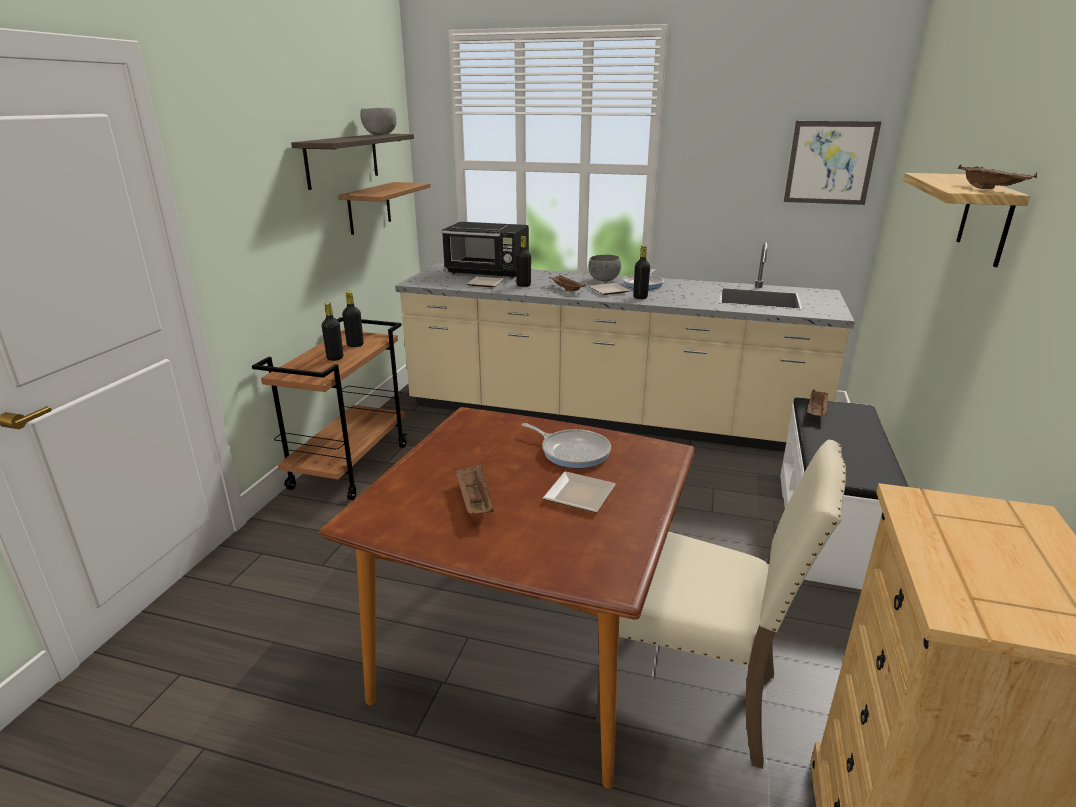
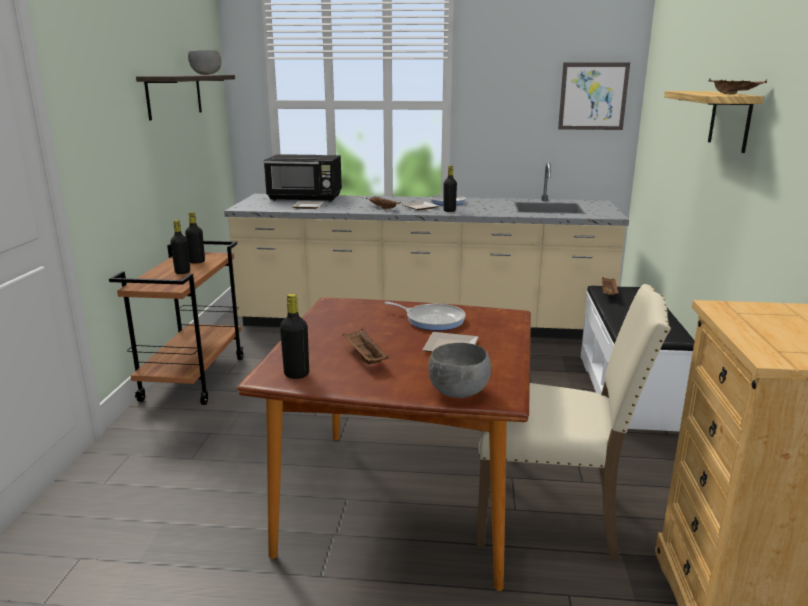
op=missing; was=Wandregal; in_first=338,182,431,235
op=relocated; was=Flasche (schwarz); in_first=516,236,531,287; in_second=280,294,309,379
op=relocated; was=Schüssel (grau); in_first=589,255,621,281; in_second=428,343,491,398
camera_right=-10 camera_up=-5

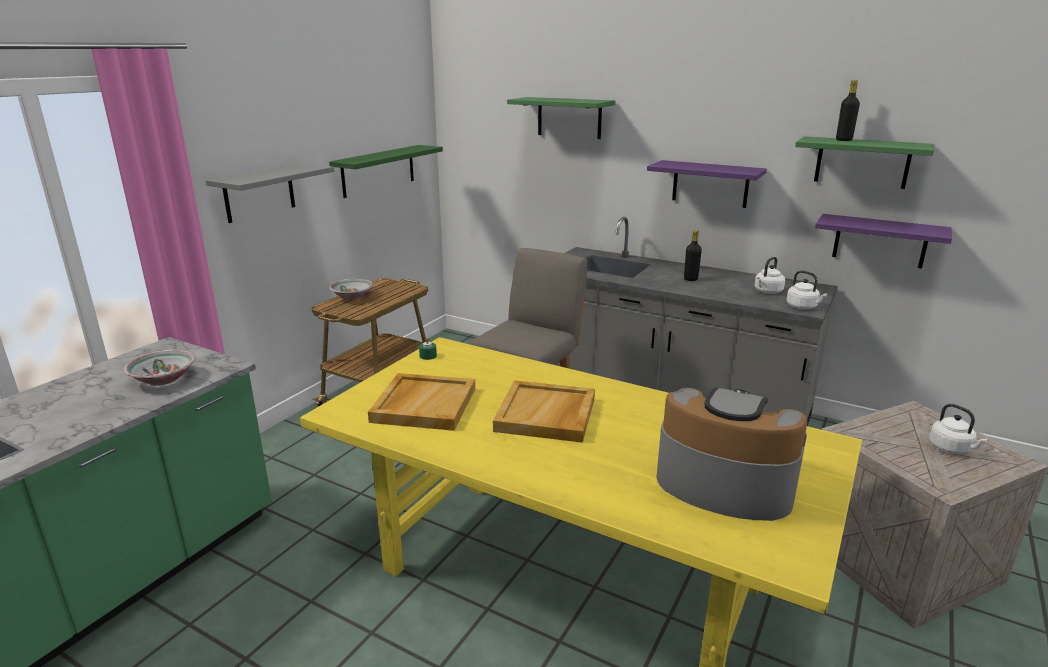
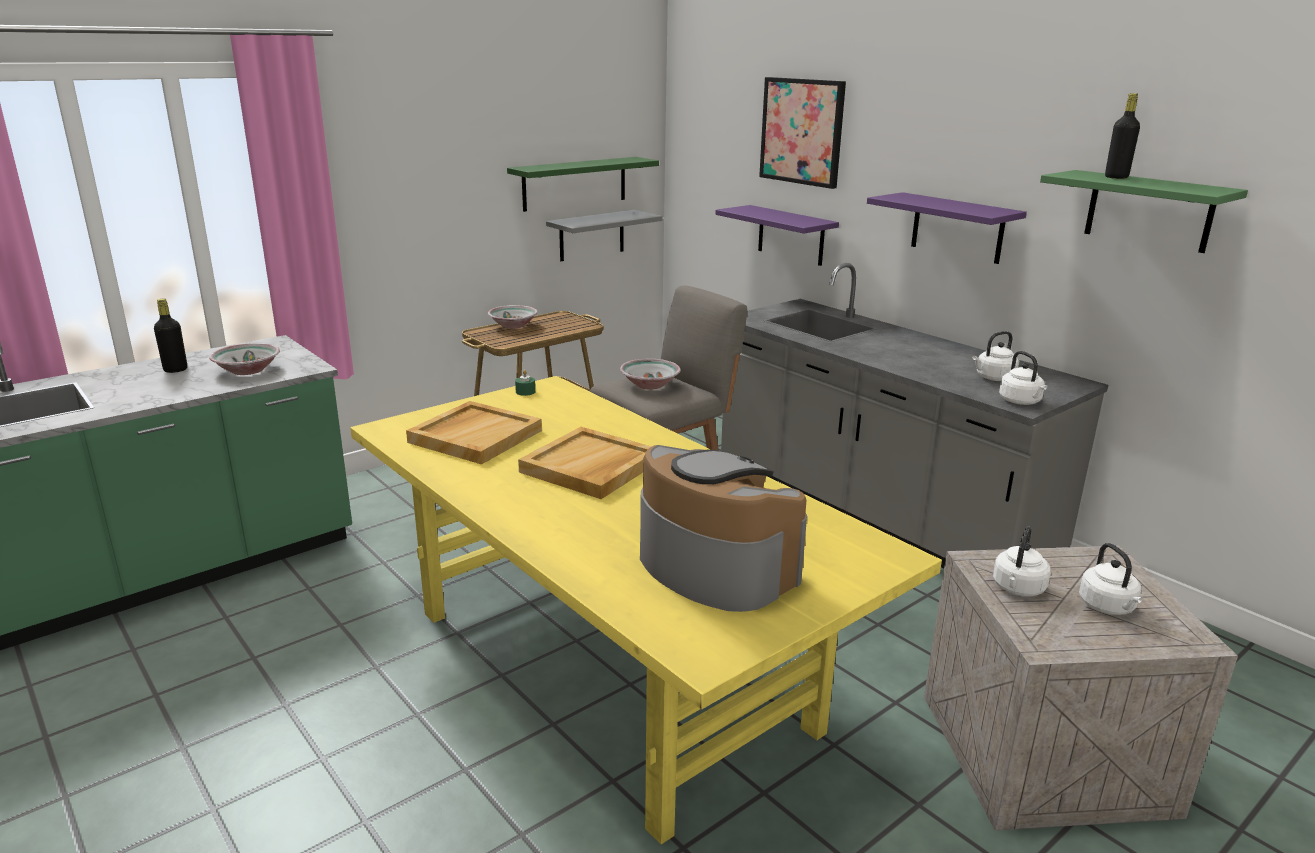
op=appeared; now=Schüssel; in_second=620,359,681,390
op=appeared; now=Wasserkessel (weiß); in_second=993,527,1051,597
op=relocated; was=Wandregal (grau); in_first=206,163,334,223; in_second=546,210,663,261
op=relocated; was=Flasche (schwarz); in_first=684,230,702,281; in_second=154,299,187,373
op=relocated; was=Wandregal (lila); in_first=815,214,952,268; in_second=715,205,839,266
op=exchanged; was=Wandregal (grün); now=Bild; in_first=507,97,615,139; in_second=759,77,846,189
camera_right=20 camera_up=0

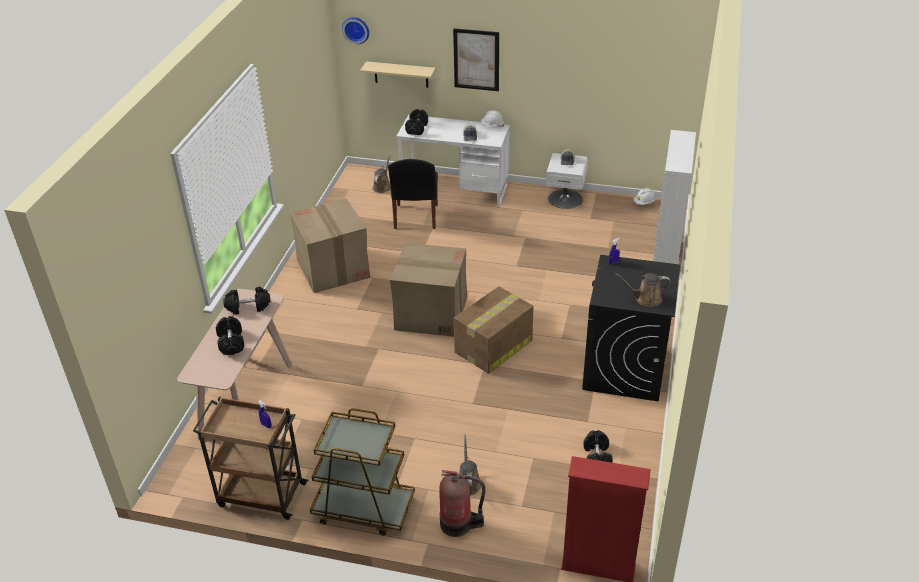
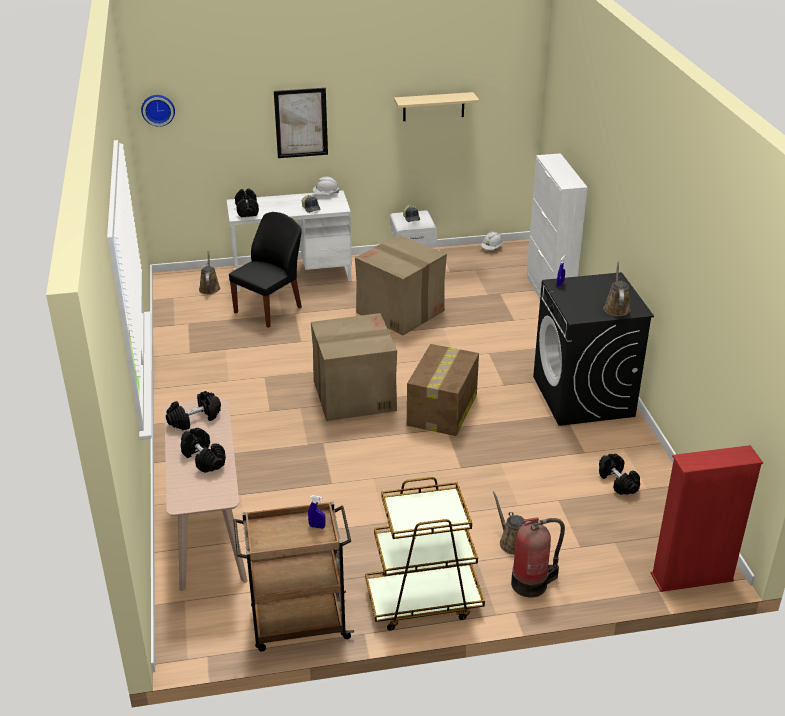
op=relocated; was=Karton; in_first=290,198,370,293; in_second=355,235,447,336
op=relocated; was=Wandregal (beige); in_first=360,61,436,88; in_second=394,92,479,121
op=spun; was=Stuhl (schwarz); in_first=388,159,438,229; in_second=229,212,302,328; clockwise=-120
op=spun; was=Gießkanne (braun); in_first=615,273,671,307; in_second=603,261,631,316; clockwise=120
camera_right=-25 camera_up=-5

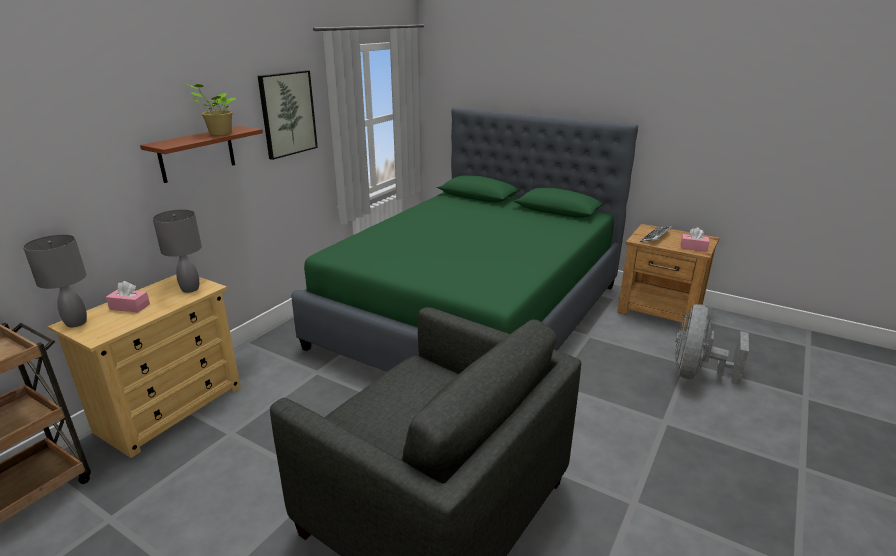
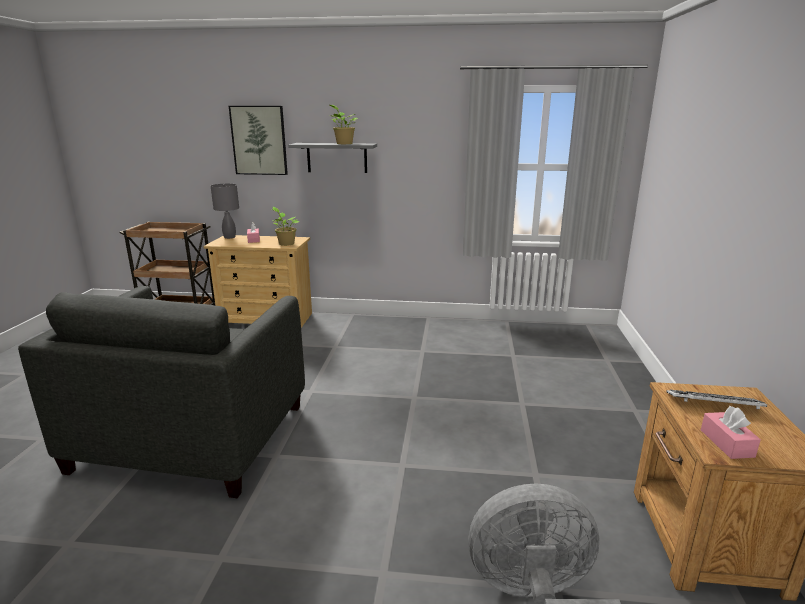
op=missing; was=Bett (grün); in_first=291,107,638,372
op=relocated; was=Bild; in_first=258,70,318,160; in_second=229,106,288,175
op=exchanged; was=Tischlampe (grau); now=Topfpflanze; in_first=153,209,202,293; in_second=271,207,300,246
op=colour; was=Wandregal (braun); now=Wandregal (grau); in_first=140,126,263,183; in_second=288,143,377,173
camera_right=65 camera_up=-5

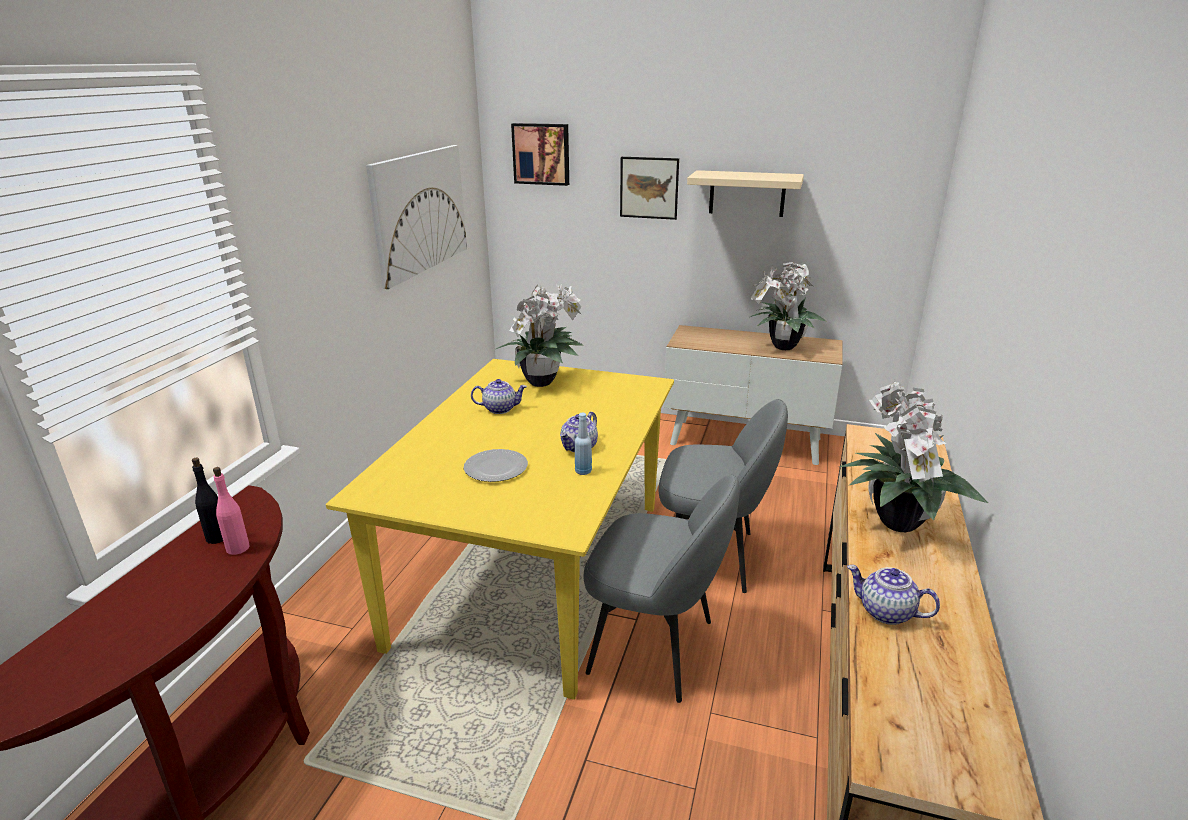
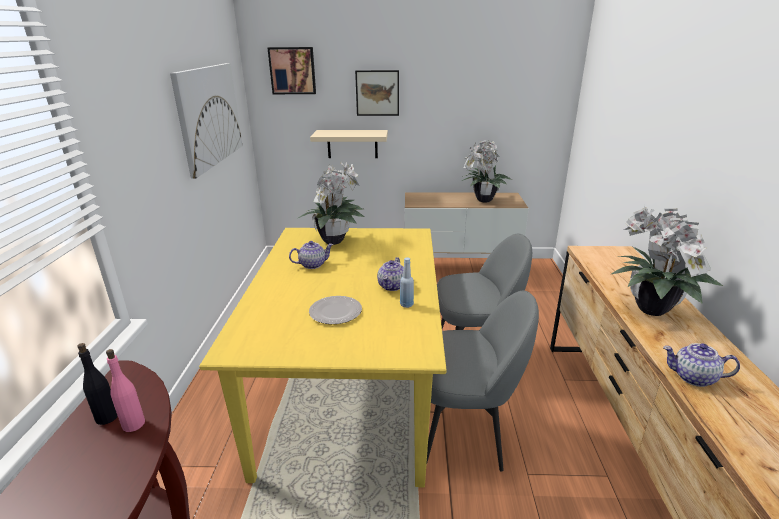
op=relocated; was=Wandregal (beige); in_first=687,170,804,217; in_second=310,130,388,158
camera_right=-15 camera_up=0

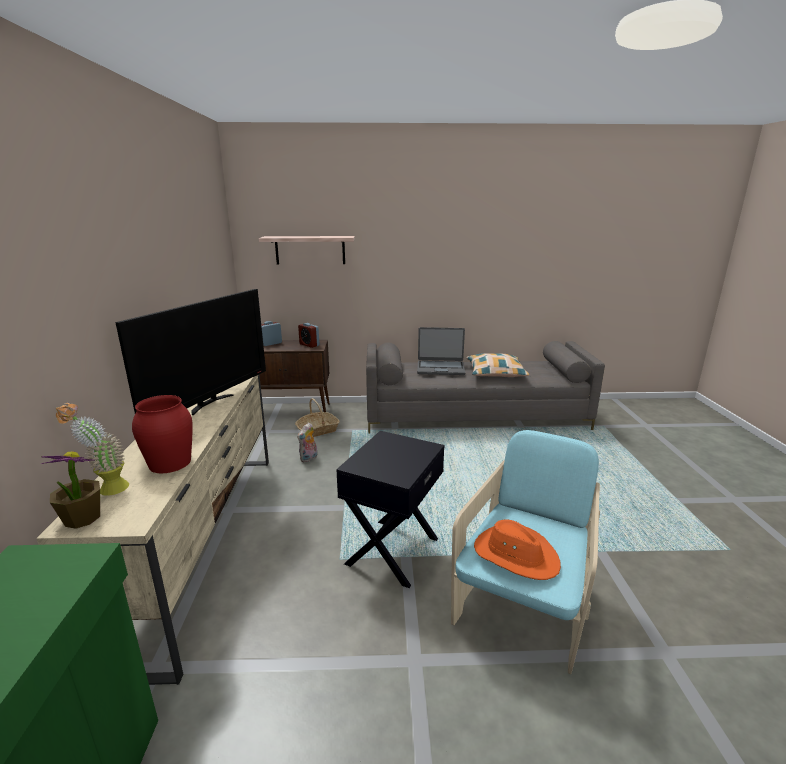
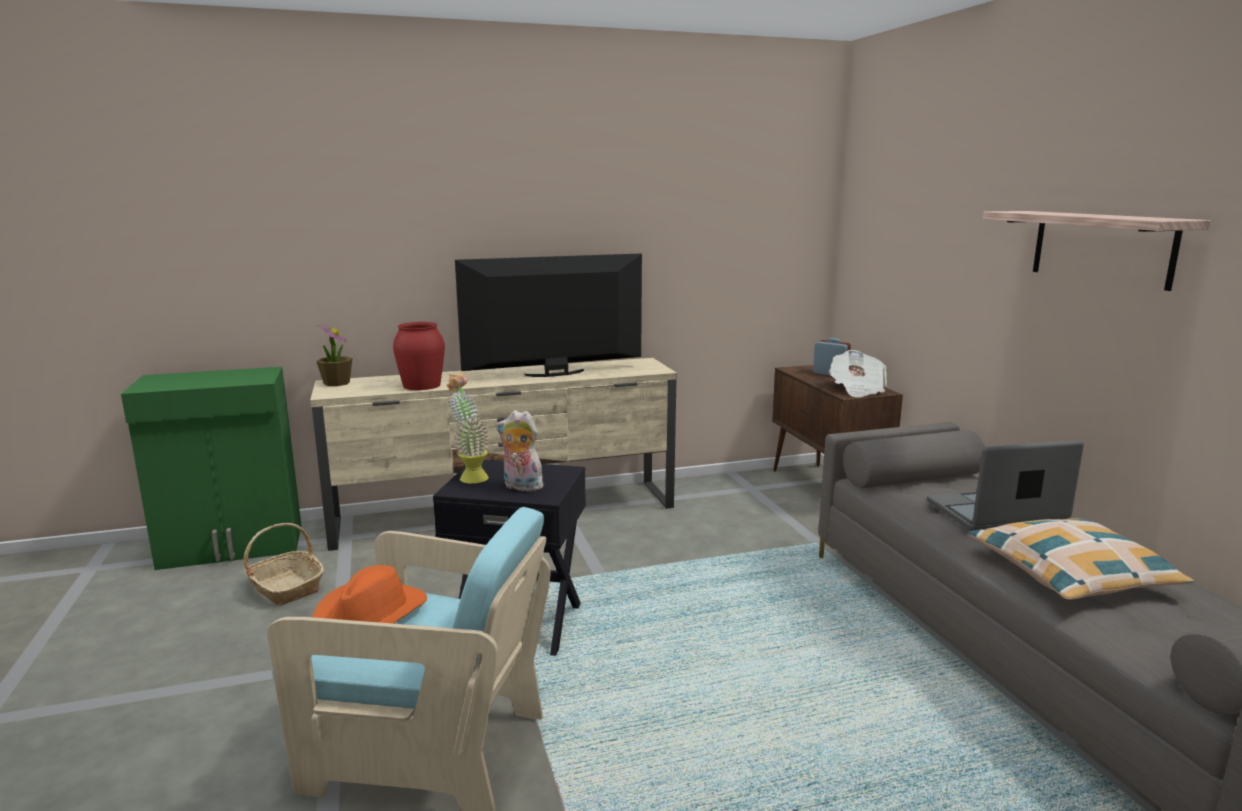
op=relocated; was=Topfpflanze; in_first=56,403,129,496; in_second=447,373,490,484
op=relocated; was=Wandregal; in_first=259,236,355,264; in_second=983,211,1211,291
op=relocated; was=Korb; in_first=295,398,339,437; in_second=244,523,324,605
op=relocated; was=Plüschtier; in_first=297,423,317,462; in_second=496,410,543,491
op=exchanged; was=Wecker; now=Zeitung; in_first=298,323,320,348; in_second=829,350,887,397
op=spun; was=Fernseher; in_first=115,289,266,415; in_second=455,254,642,377; clockwise=150
op=spun; was=Laptop; in_first=417,327,465,375; in_second=927,440,1084,531; clockwise=90
camera_right=75 camera_up=-5

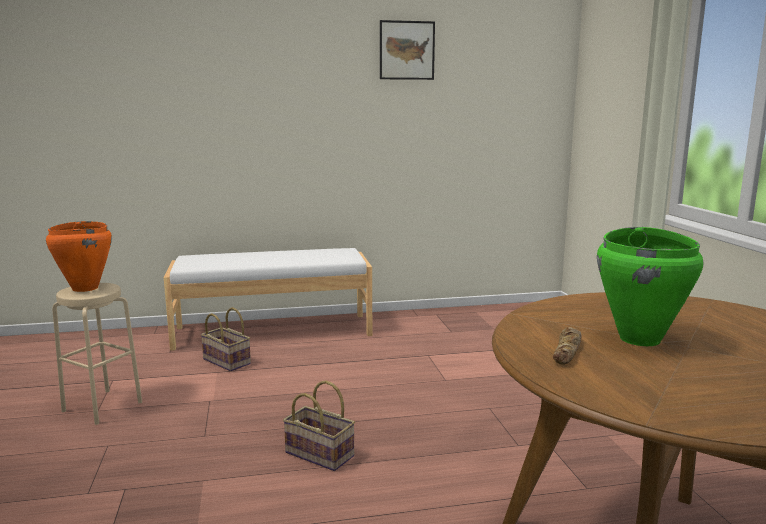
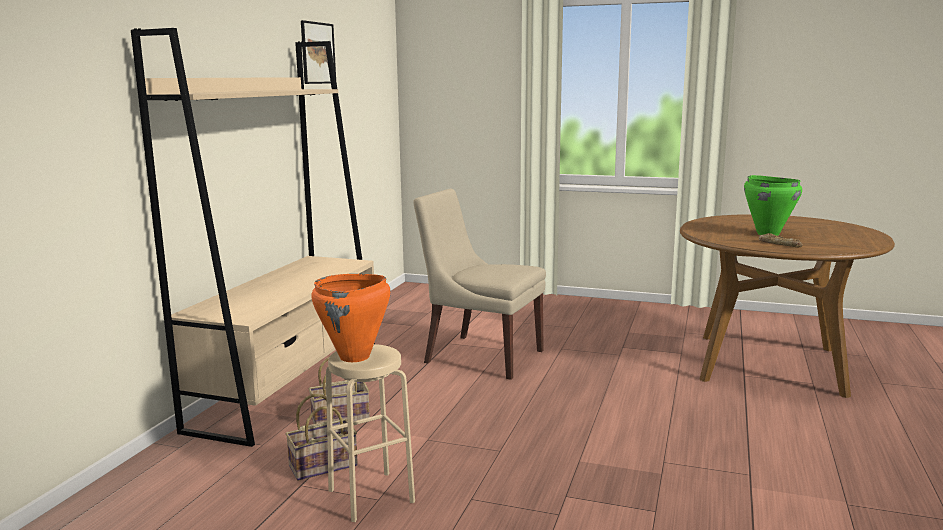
op=appeared; now=Stuhl (beige); in_second=413,189,546,380
op=relocated; was=Korb; in_first=283,380,355,471; in_second=285,394,358,481
op=exchanged; was=Bank (weiß); now=Bücherregal (beige); in_first=164,248,372,351; in_second=131,28,375,447
camera_right=-60 camera_up=0

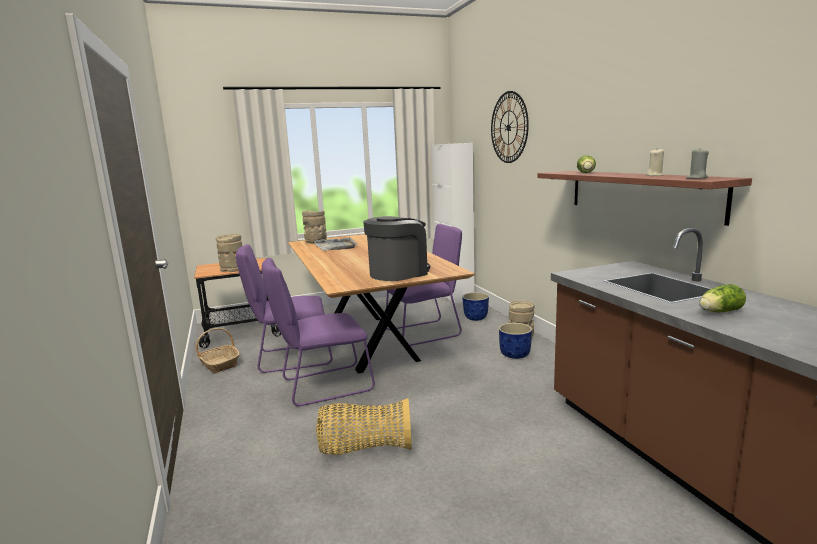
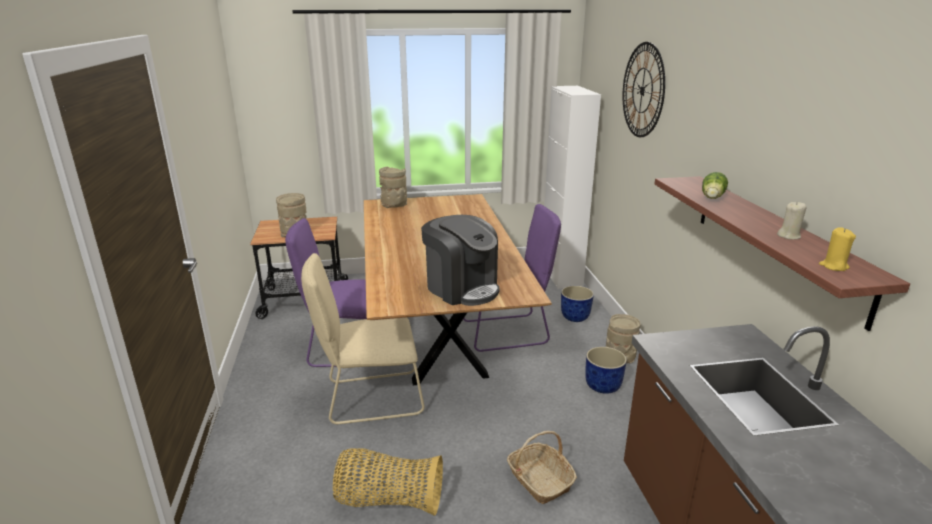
op=missing; was=Tablett (grau); in_first=314,237,357,251
op=missing; was=Salatkopf; in_first=699,284,746,313
op=relocated; was=Korb; in_first=196,328,239,373; in_second=507,431,577,504
op=colour; was=Stuhl (lila); now=Stuhl (beige); in_first=262,258,375,406; in_second=301,253,425,424
op=colour; was=Kerze (grau); now=Kerze (gelb); in_first=686,148,709,179; in_second=819,227,856,271
op=spun; was=Kaffeemaschine; in_first=363,216,430,281; in_second=421,215,500,306; clockwise=75
camera_right=10 camera_up=10

